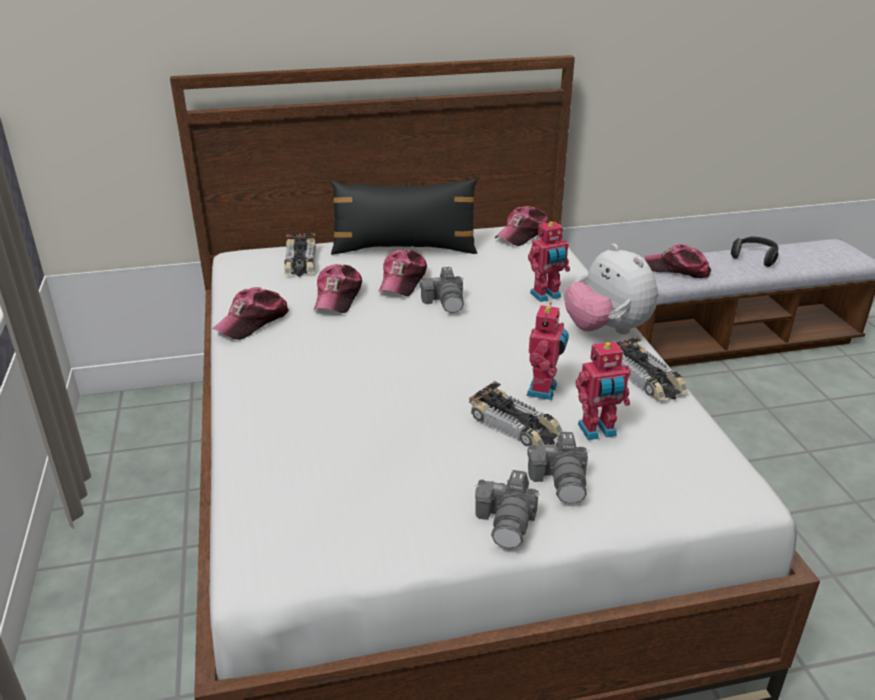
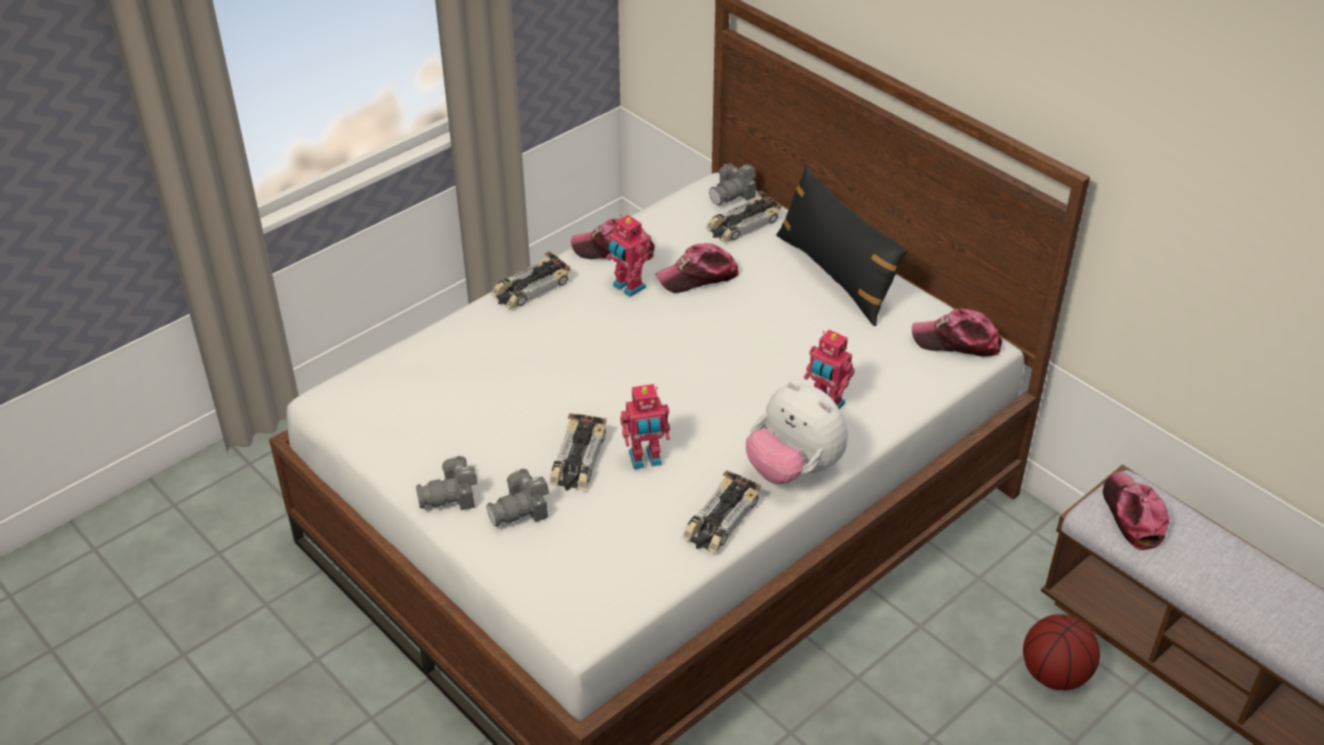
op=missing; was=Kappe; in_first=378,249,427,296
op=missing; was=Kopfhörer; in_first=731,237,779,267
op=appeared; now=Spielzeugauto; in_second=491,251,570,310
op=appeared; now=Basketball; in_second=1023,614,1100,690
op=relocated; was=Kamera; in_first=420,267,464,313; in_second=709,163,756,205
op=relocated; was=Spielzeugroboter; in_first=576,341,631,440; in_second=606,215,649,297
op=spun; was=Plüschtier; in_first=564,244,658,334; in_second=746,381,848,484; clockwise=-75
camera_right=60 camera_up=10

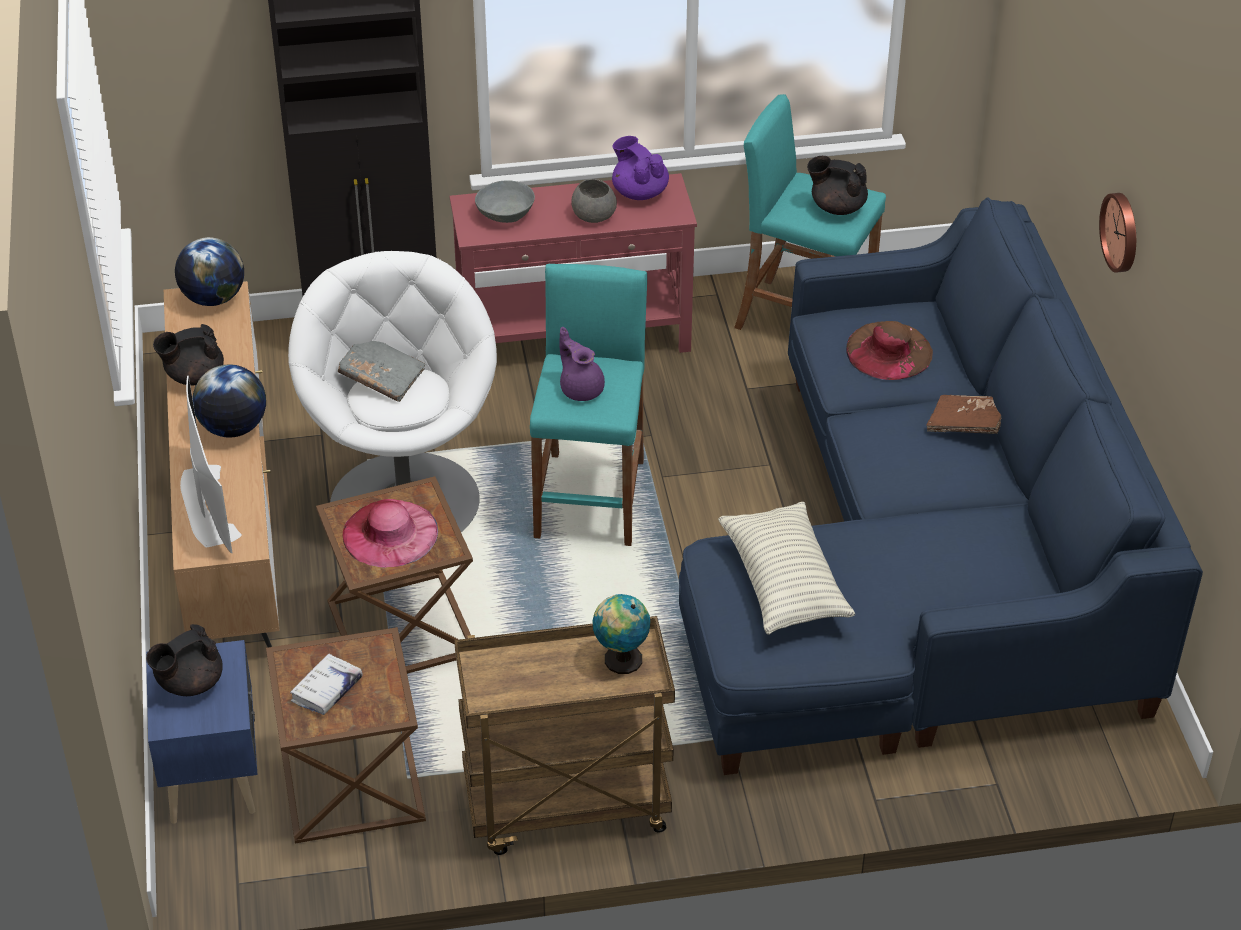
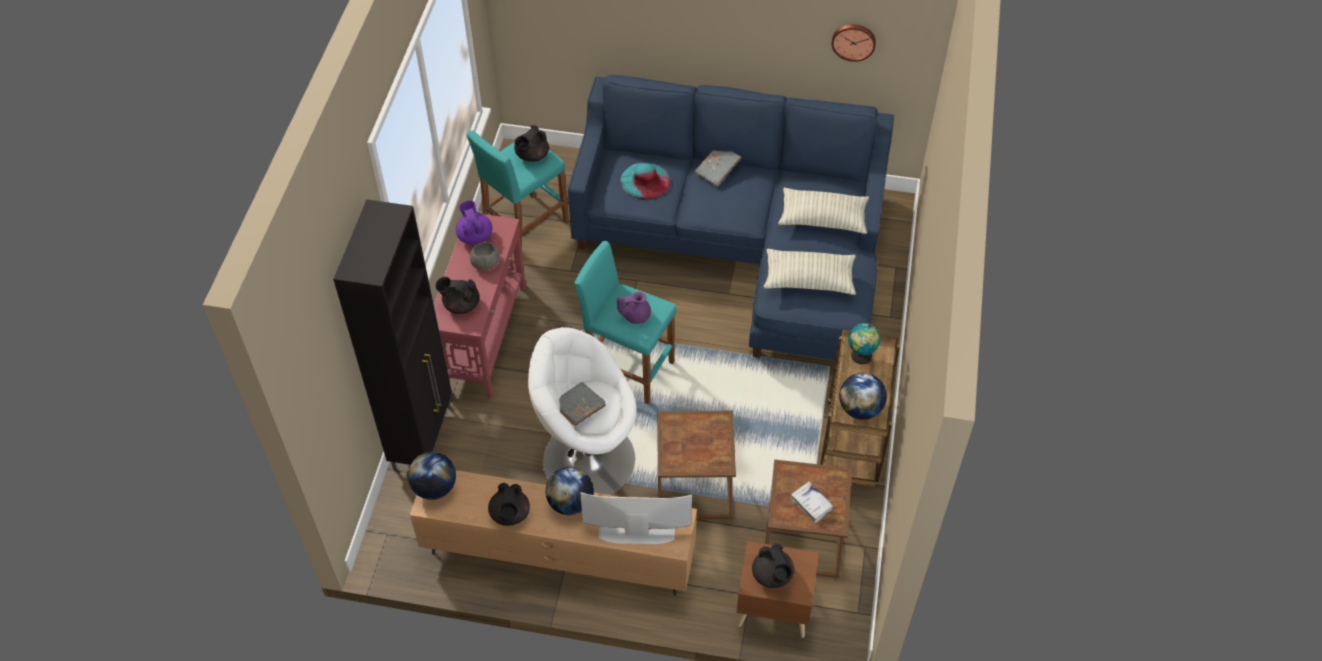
op=missing; was=Hut (rosa); in_first=342,499,438,568
op=appeared; now=Kissen; in_second=778,188,869,234
op=appeared; now=Globus; in_second=839,373,887,420
op=relocated; was=Wanduhr; in_first=1099,193,1136,273; in_second=832,24,876,62
op=exchanged; was=Schüssel (grau); now=Teekanne (schwarz); in_first=475,180,535,223; in_second=436,277,480,314
op=colour; was=Nachttisch (blau); now=Nachttisch (braun); in_first=146,640,257,824; in_second=737,541,819,638
op=colour; was=Hut (braun); now=Hut (türkis); in_first=846,321,933,380; in_second=620,163,671,200
op=colour; was=Buch (braun); now=Buch (grau); in_first=926,395,1001,434; in_second=695,150,741,187
op=spun; was=Teekanne (lila); in_first=612,136,669,200; in_second=456,200,492,245; clockwise=90
camera_right=-70 camera_up=10

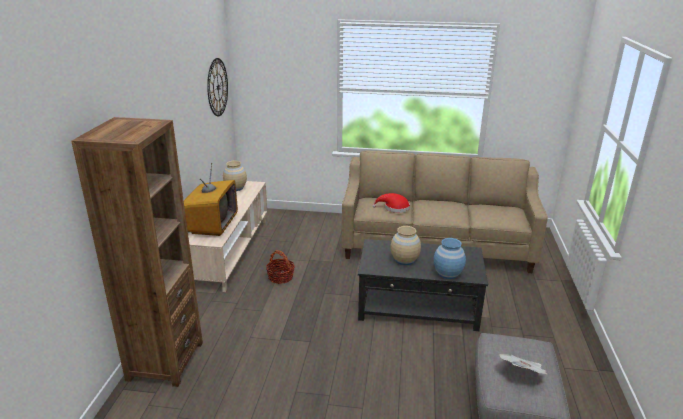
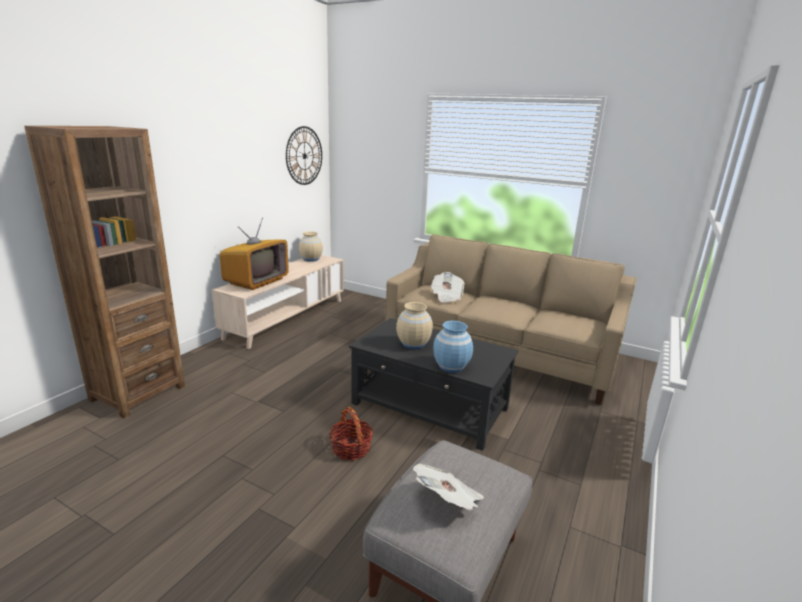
op=relocated; was=Korb; in_first=266,250,295,284; in_second=329,407,373,460
op=exchanged; was=Hut (rot); now=Zeitung; in_first=373,193,410,213; in_second=431,272,465,303
camera_right=20 camera_up=-5

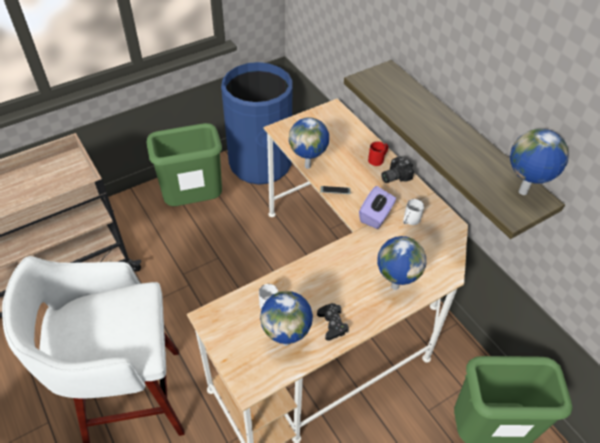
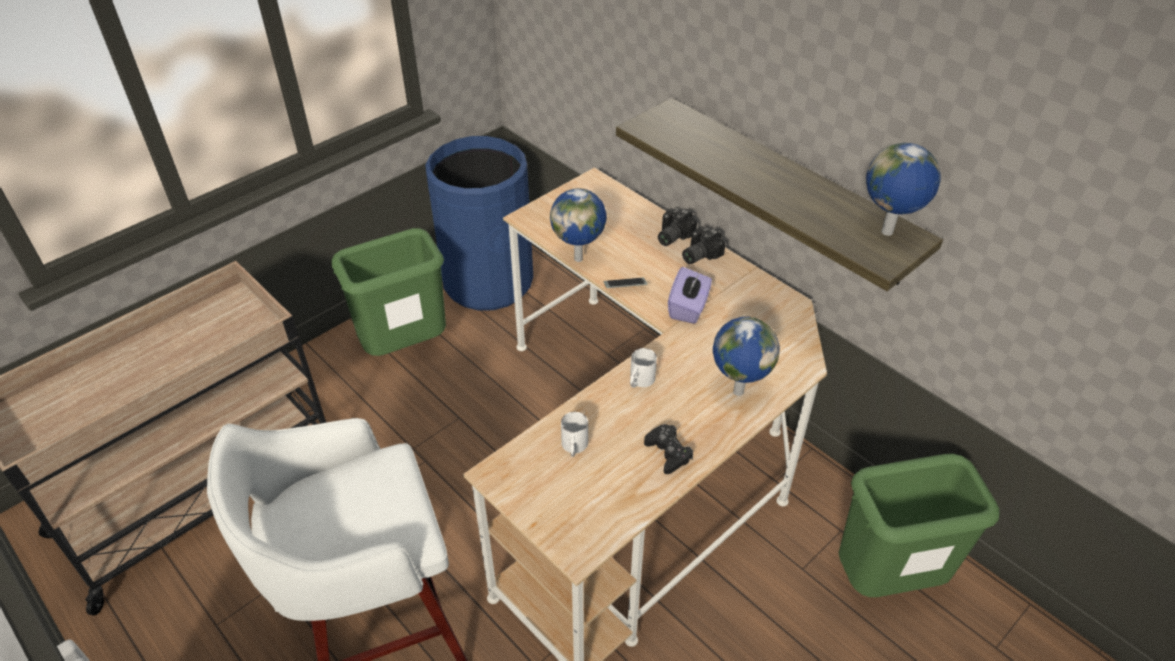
op=missing; was=Globus; in_first=260,291,313,346
op=relocated; was=Henkelbecher (weiß); in_first=403,199,424,225; in_second=630,348,657,388
op=exchanged; was=Henkelbecher (rot); now=Kamera; in_first=368,141,388,166; in_second=658,208,697,246
camera_right=-10 camera_up=-5

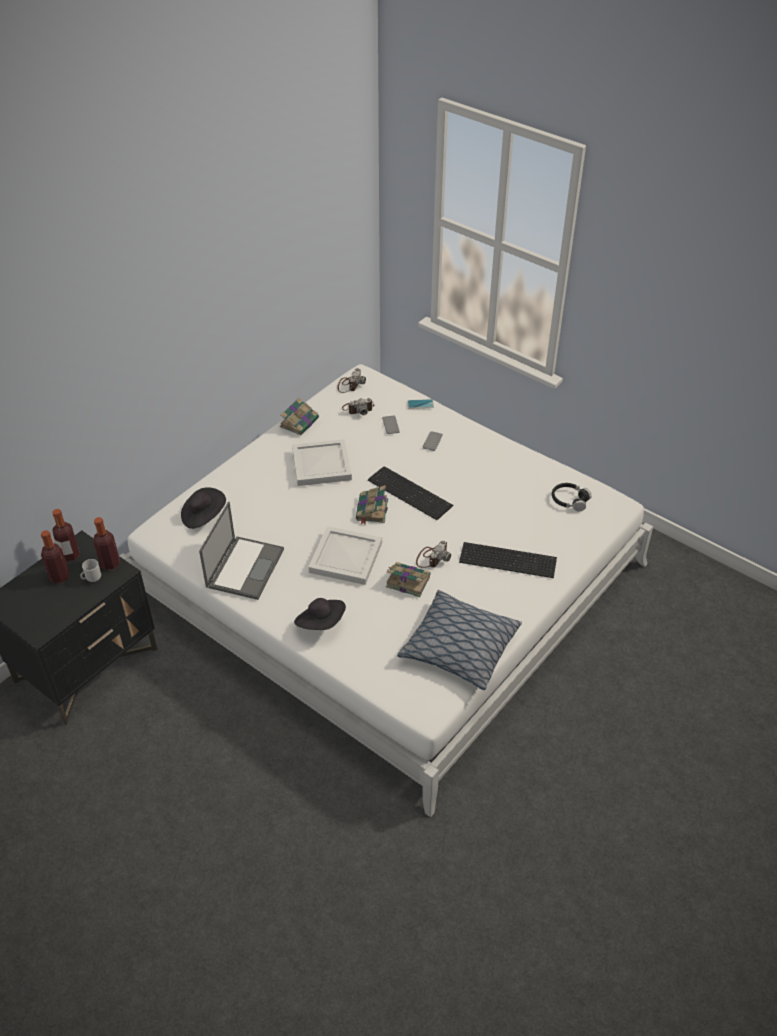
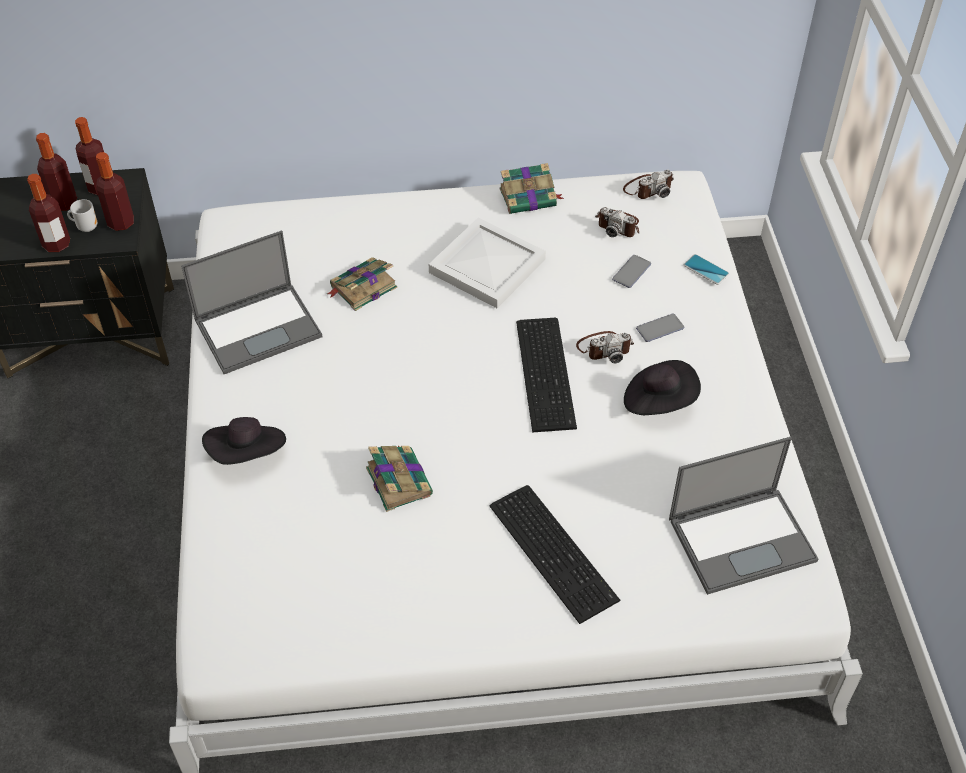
op=missing; was=Tablett (weiß); in_first=309,526,382,585
op=missing; was=Kissen; in_first=397,590,522,690
op=appeared; now=Flasche; in_second=27,174,70,252
op=relocated; was=Hut (schwarz); in_first=181,487,226,529; in_second=624,360,701,415
op=relocated; was=Buch; in_first=356,485,388,524; in_second=327,257,397,311
op=relocated; was=Kamera; in_first=416,541,451,568; in_second=576,331,634,363
op=exchanged; was=Kopfhörer (schwarz); now=Laptop; in_first=552,483,592,511; in_second=669,437,818,595
camera_right=45 camera_up=5

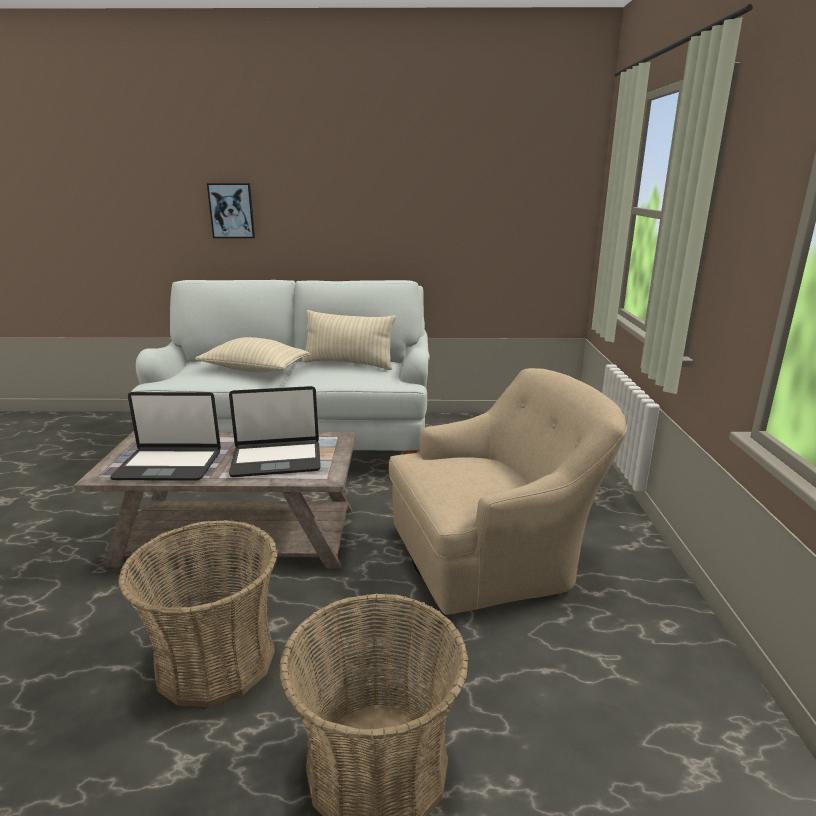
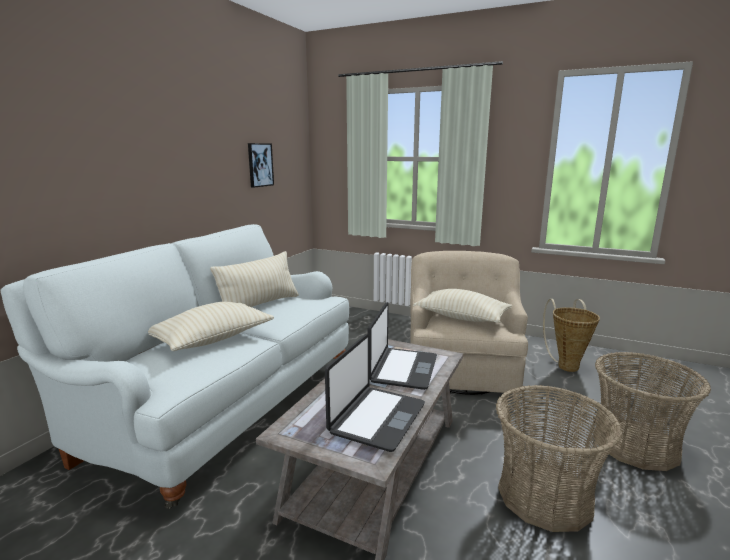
op=appeared; now=Kissen (beige); in_second=413,289,512,323
op=appeared; now=Korb; in_second=543,299,600,372
op=relocated; was=Bild; in_first=207,183,255,238; in_second=248,143,274,188
camera_right=-65 camera_up=-5

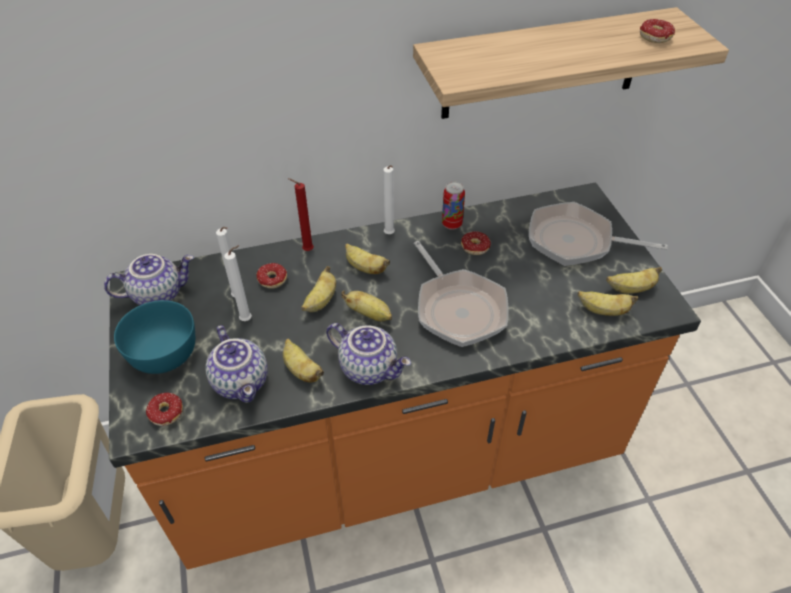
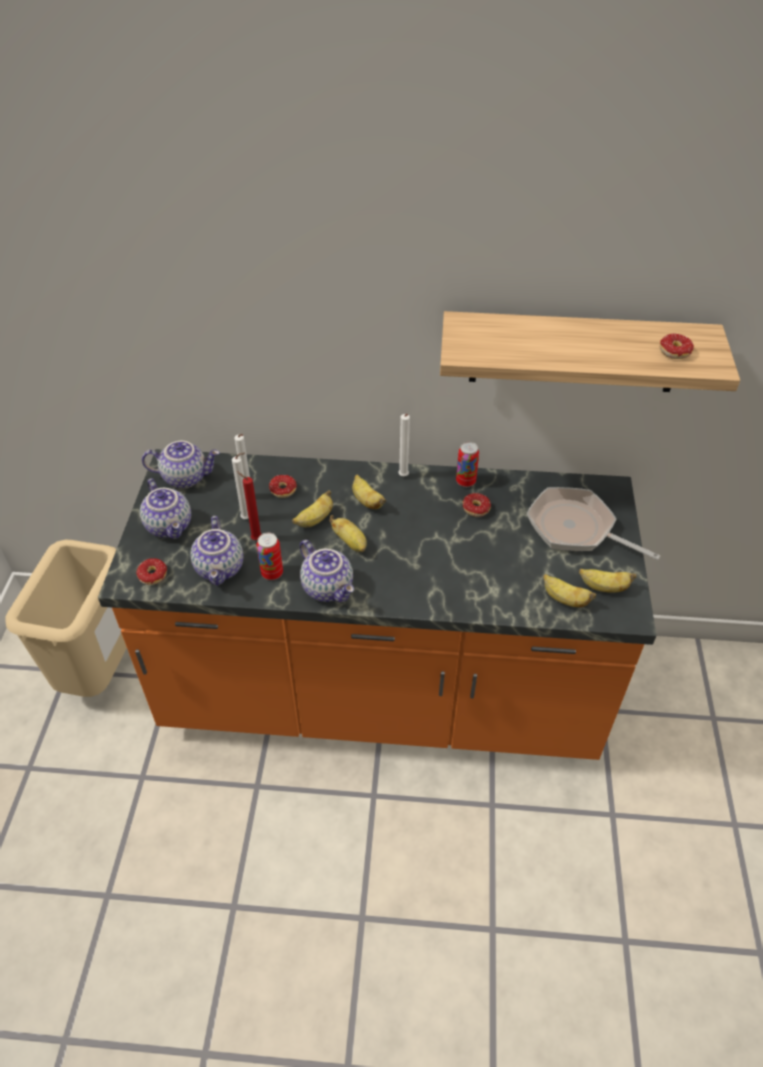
op=missing; was=Pfanne; in_first=414,241,509,347
op=relocated; was=Kerze (rot); in_first=288,178,314,251; in_second=236,471,261,540
op=exchanged; was=Schüssel (türkis); now=Teekanne; in_first=114,300,195,374; in_second=140,478,191,539
op=exchanged; was=Banane; now=Dose; in_first=283,338,324,382; in_second=257,533,283,580
camera_right=20 camera_up=0

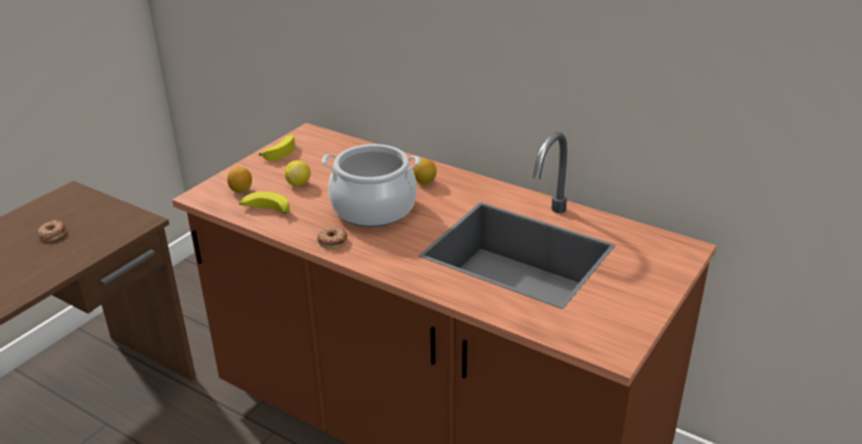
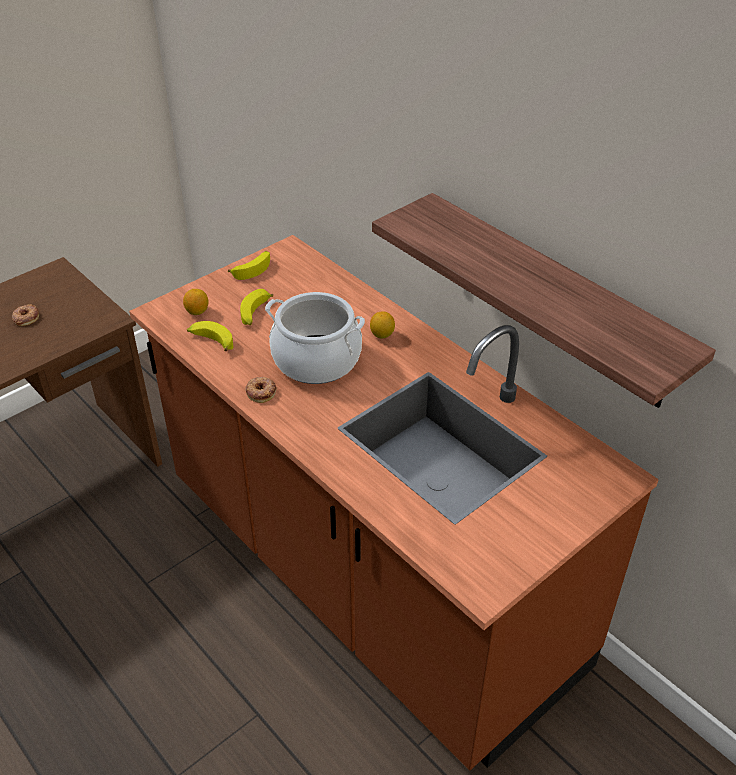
op=appeared; now=Wandregal; in_second=372,193,716,408
op=exchanged; was=Zitrone; now=Banane; in_first=285,160,311,186; in_second=240,289,273,325
camera_right=15 camera_up=10

